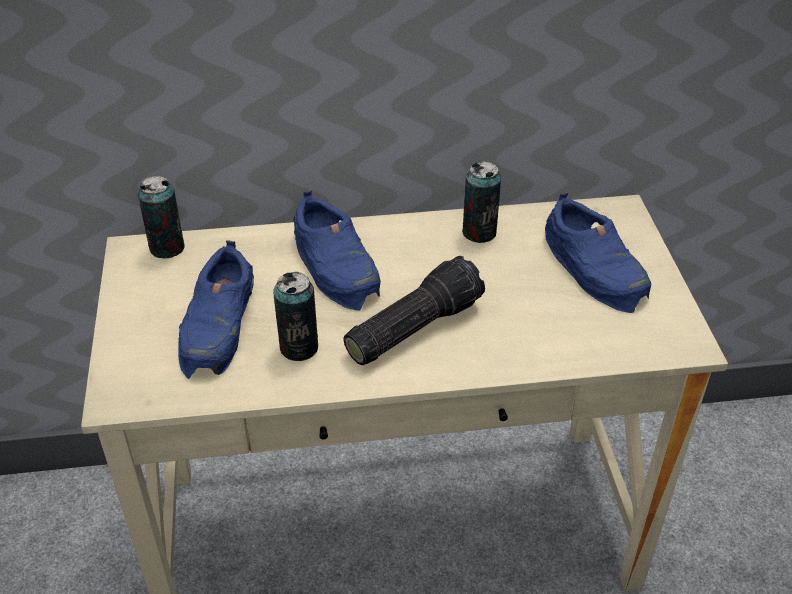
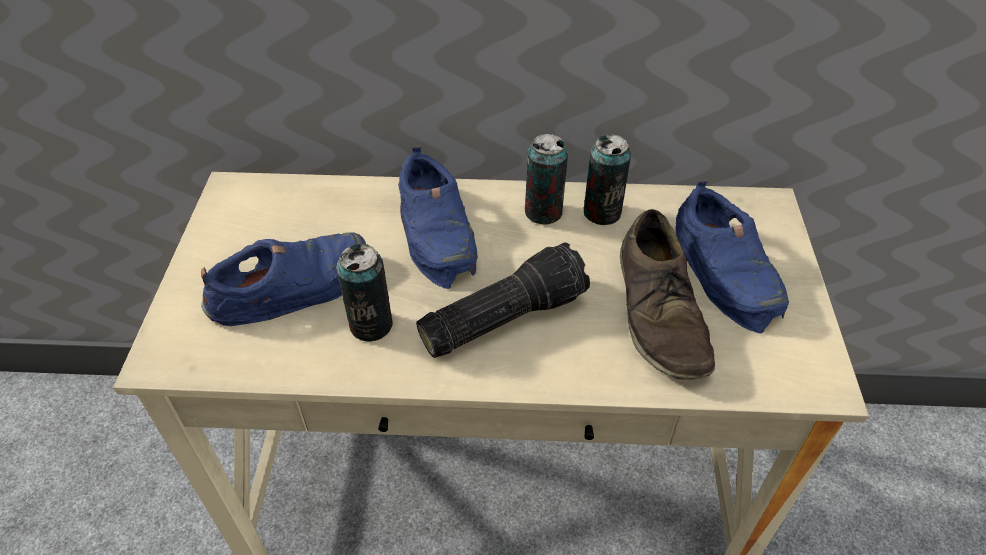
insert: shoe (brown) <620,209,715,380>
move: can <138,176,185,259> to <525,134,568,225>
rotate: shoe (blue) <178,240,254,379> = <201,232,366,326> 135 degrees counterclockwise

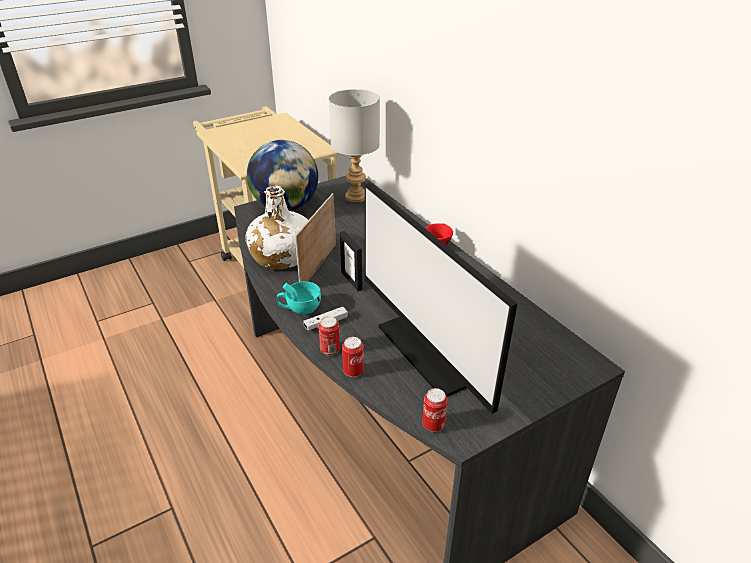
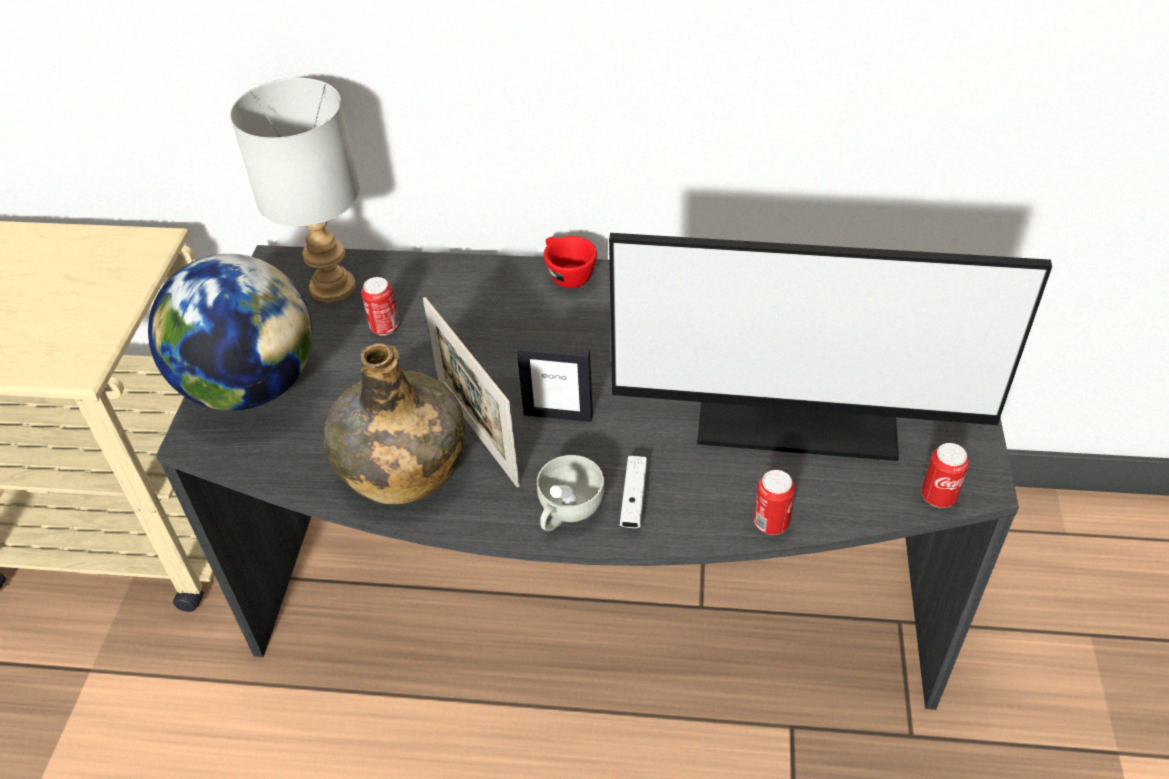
move: can <318,316,340,356> to <361,277,399,336>
recolor: bottle (white) <245,185,308,269> to bottle (green) <323,343,465,504>; cup (turquoise) <277,281,321,315> to cup (white) <537,455,604,531>

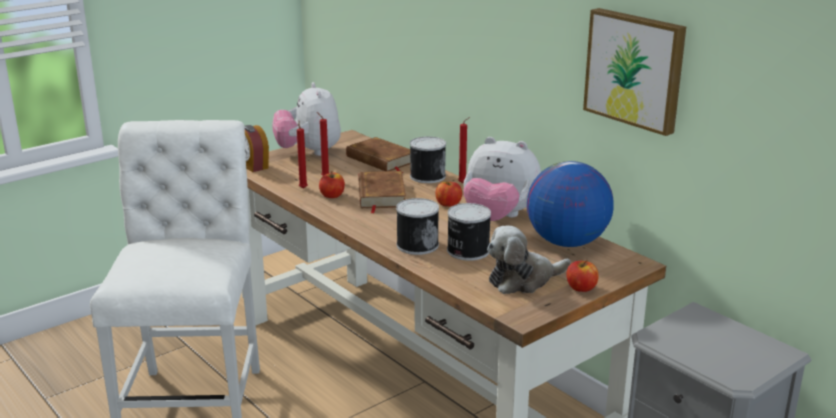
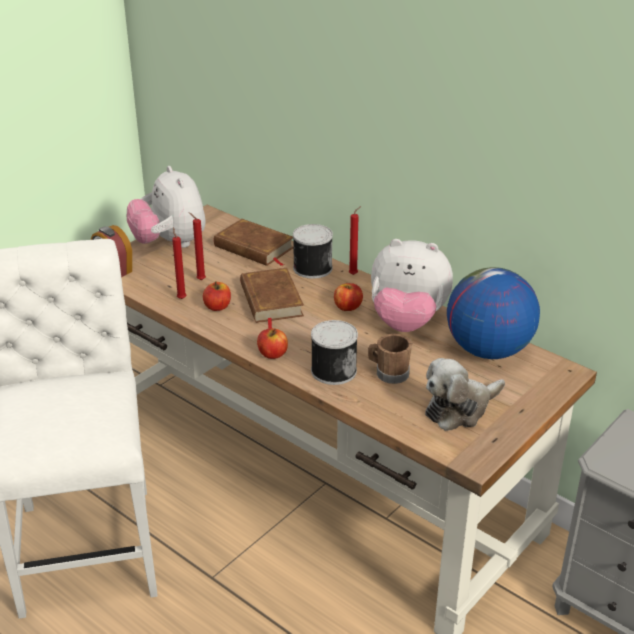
delete: picture <583,8,686,136>
move: apple <566,260,598,292> to <257,328,288,359>
replace: can <447,203,491,261> to mug (brown) <368,334,412,384>

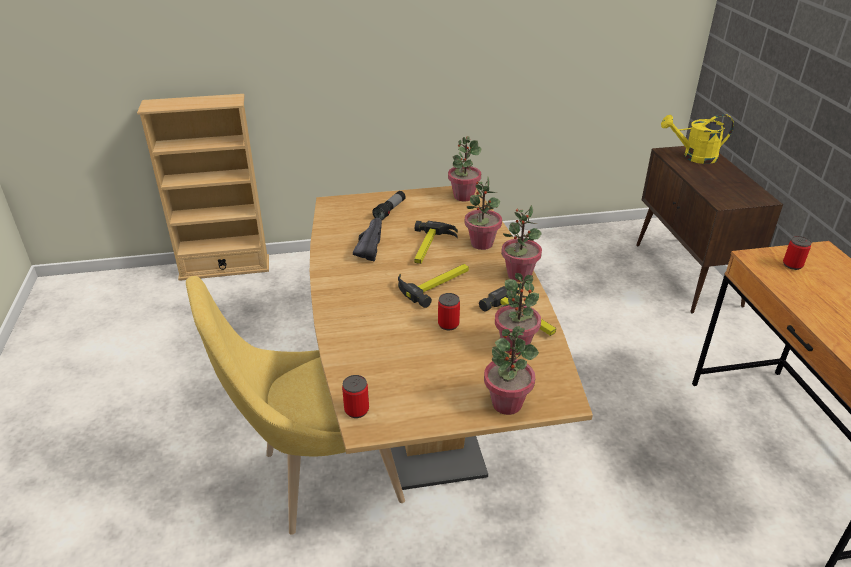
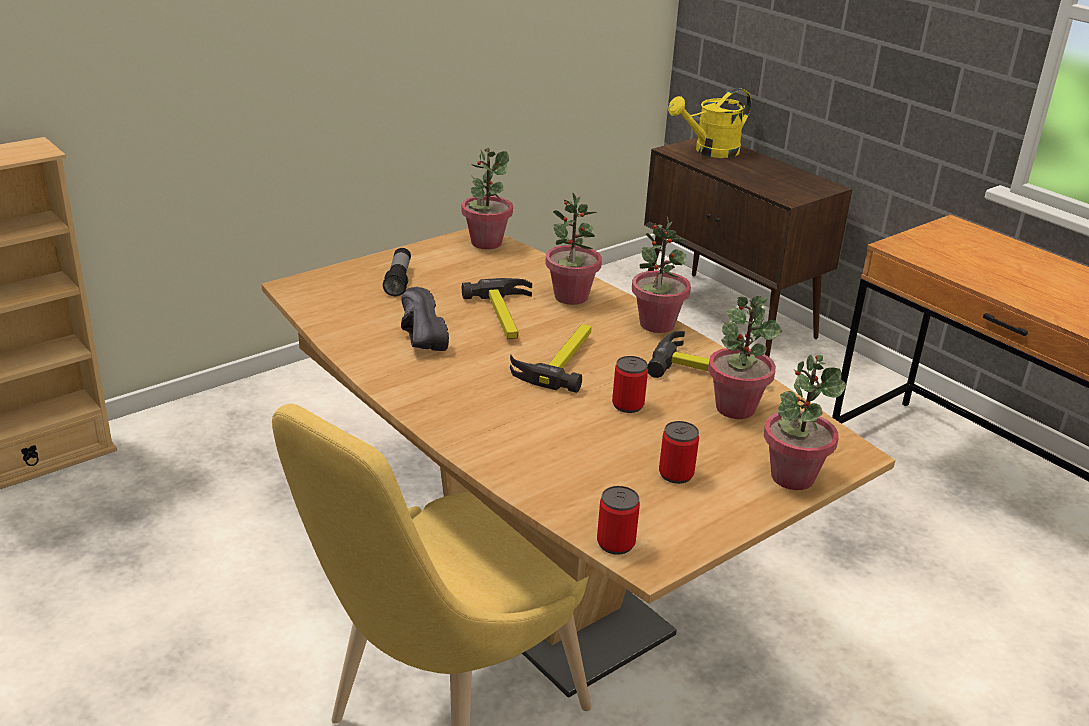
move: can <783,236,812,270> to <659,421,699,484>

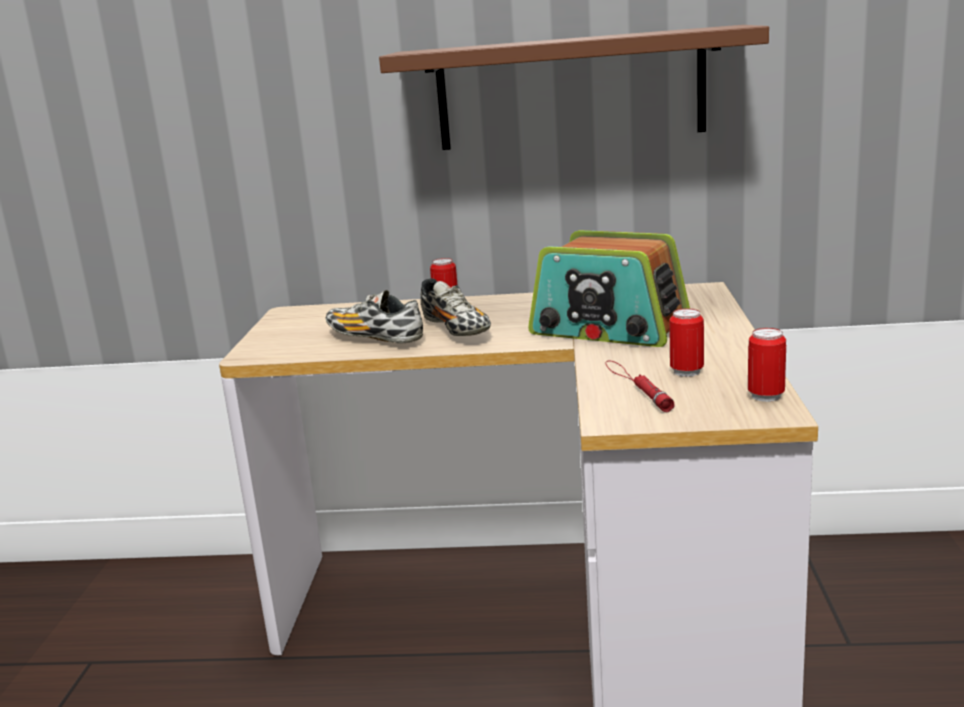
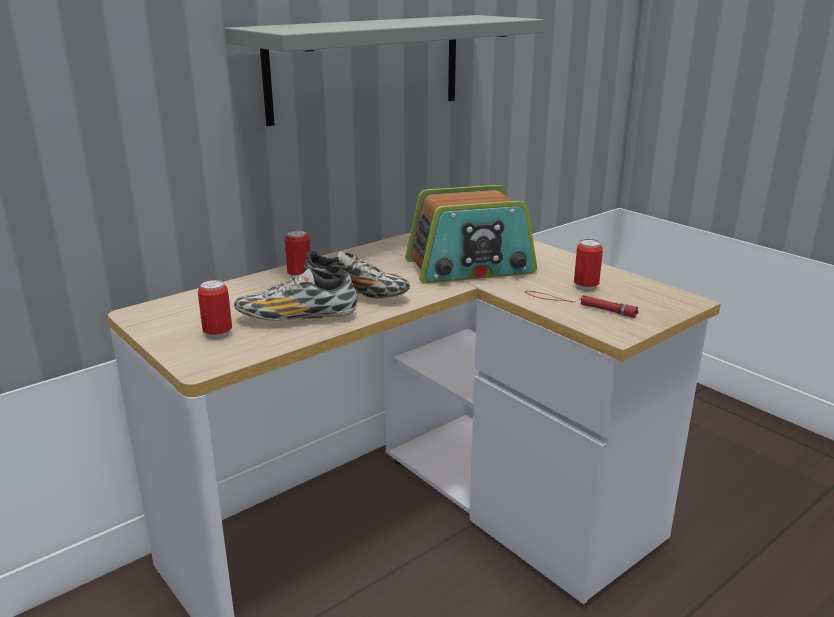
move: can <748,328,786,402> to <198,280,232,339>
recolor: shelf (brown) <379,25,769,150> to shelf (grey) <225,15,544,126>

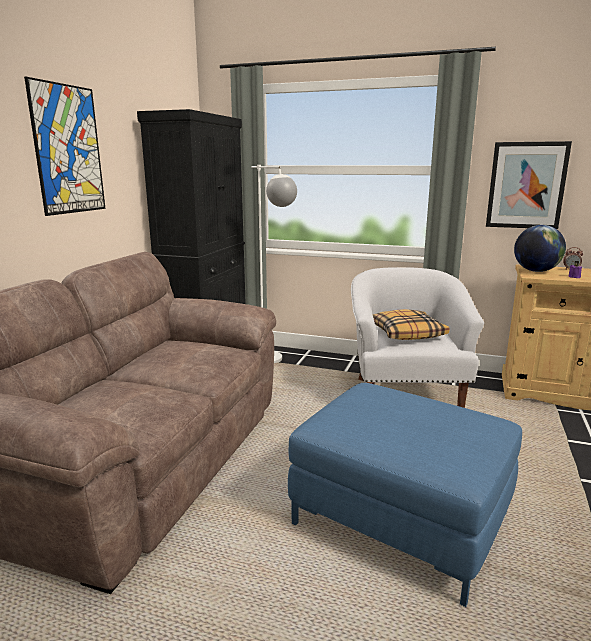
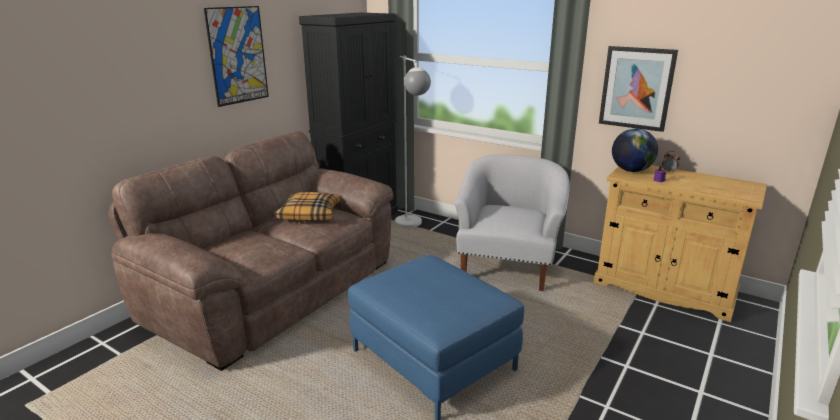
move: pillow <373,309,449,340> to <275,192,341,221>

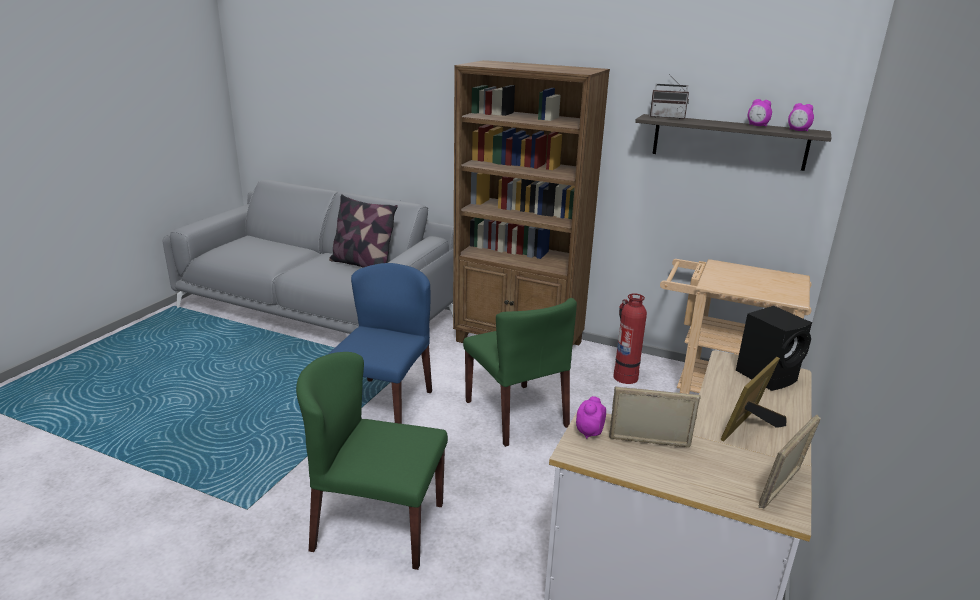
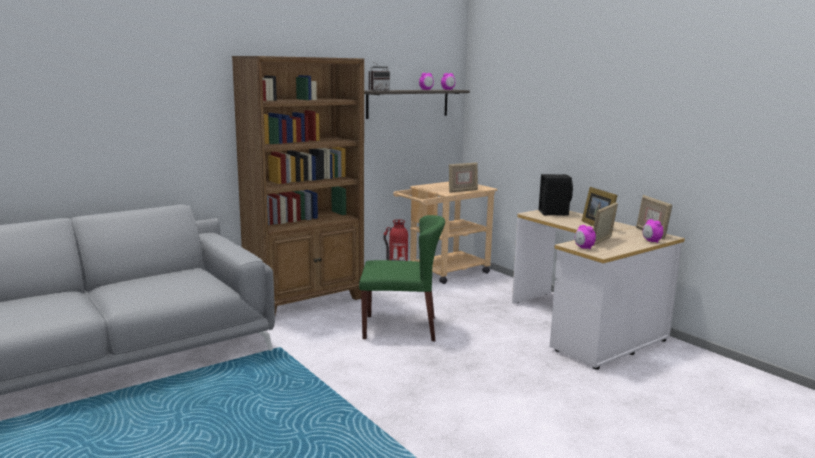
delete: pillow <329,194,398,268>; chair (blue) <329,263,432,424>; chair (green) <296,352,448,570>
insert: picture frame <449,162,478,193>; alarm clock <643,219,663,243>

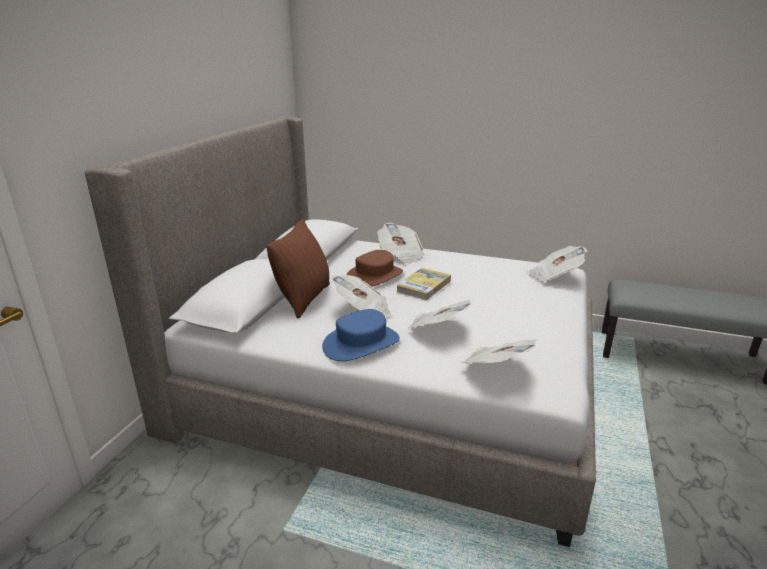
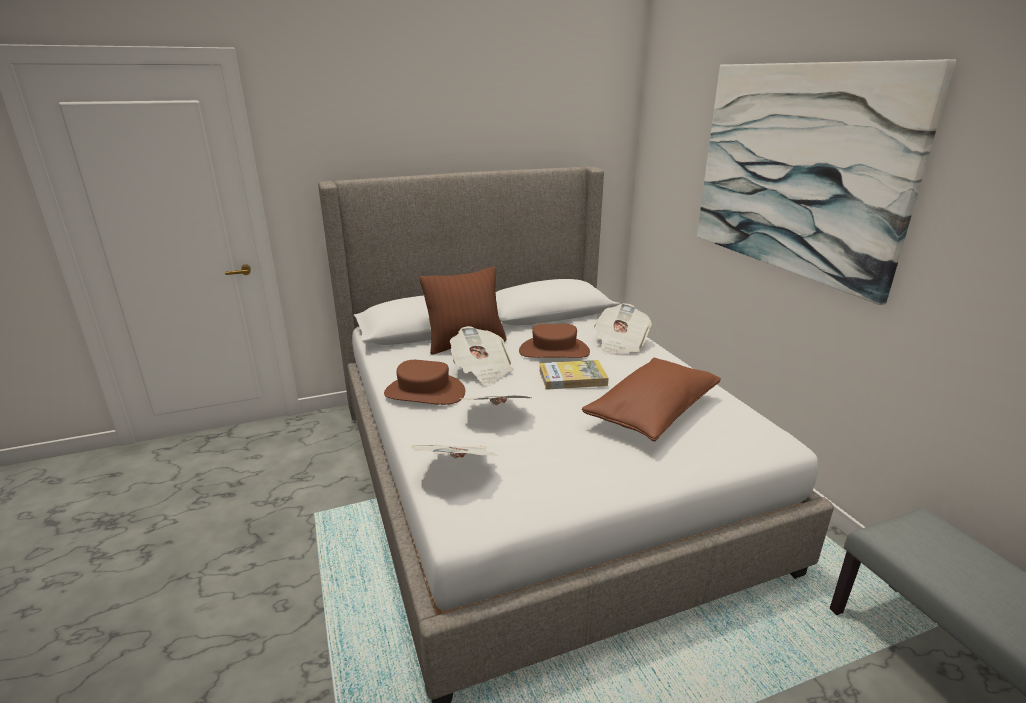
delete: newspaper <526,246,588,282>
insert: picture <697,59,956,305>; pillow (brown) <582,358,721,442>
recolor: hat (blue) <322,309,400,361> to hat (brown) <384,360,465,405>

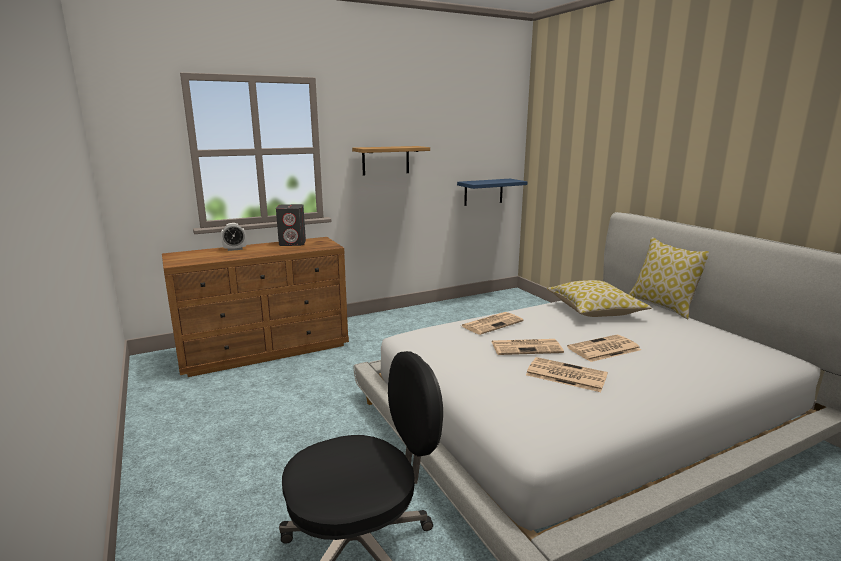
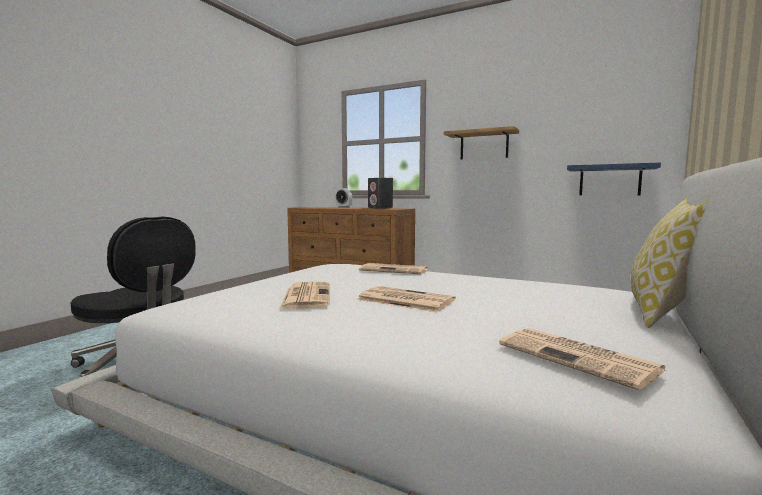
delete: pillow <547,280,652,317>
move: newspaper <492,339,564,355> to <499,328,666,391>

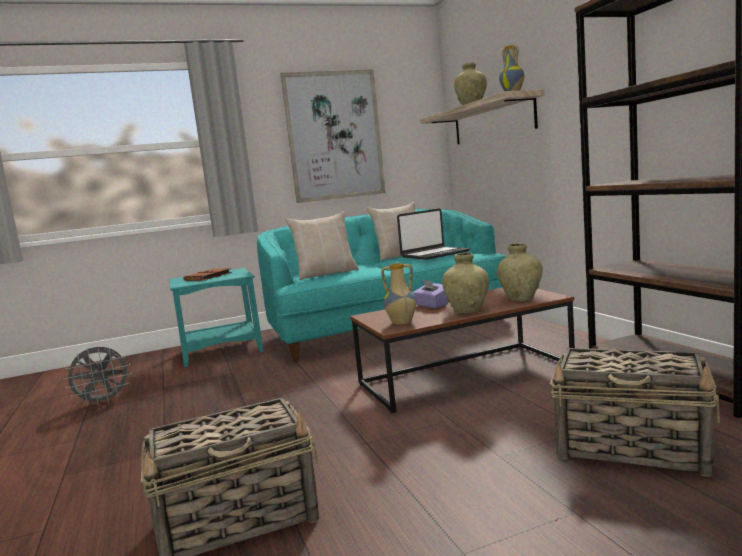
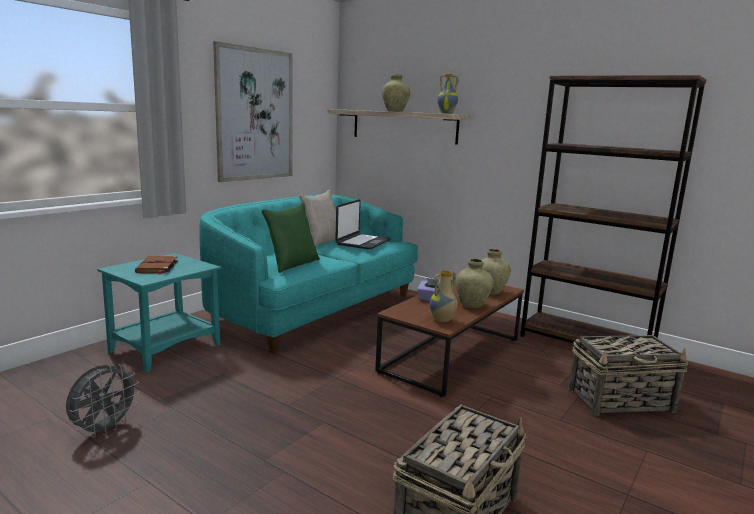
recolor: pillow (beige) <285,212,359,280> to pillow (green) <261,202,320,273>

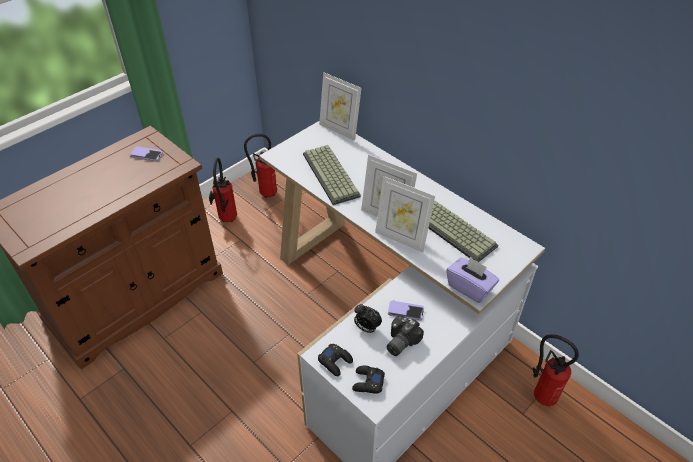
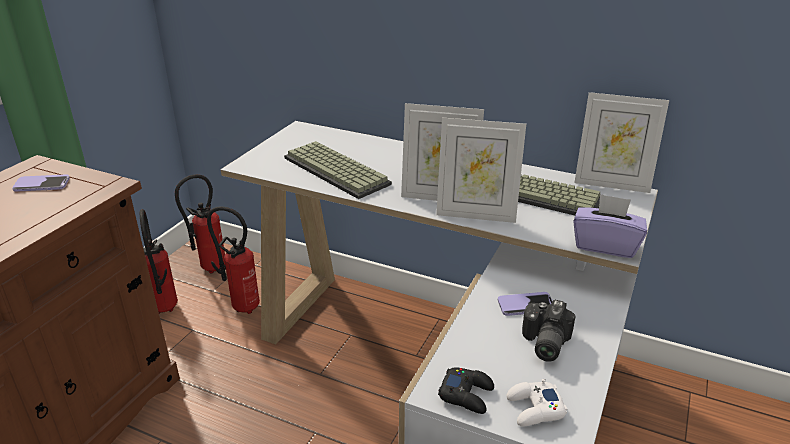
delete: alarm clock <354,304,382,333>
move: picture frame <319,72,362,141> to <574,92,669,193>; fire extinguisher <533,334,579,406> to <207,206,260,314>
recolor: game controller (black) <352,366,385,394> to game controller (white) <506,379,567,427>

